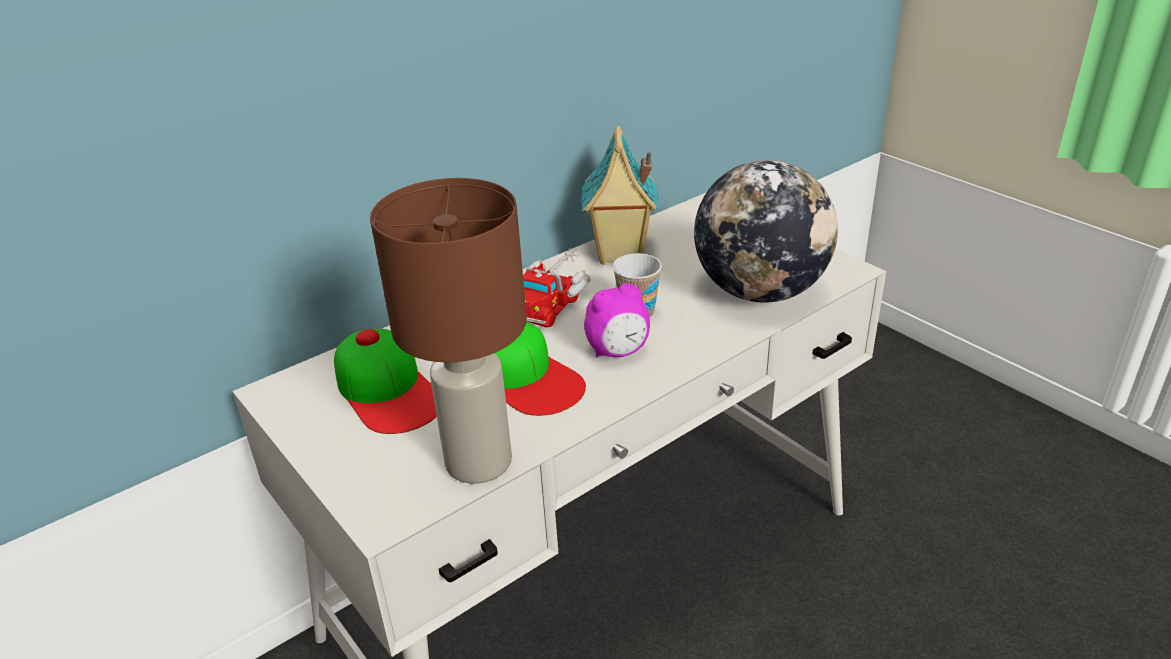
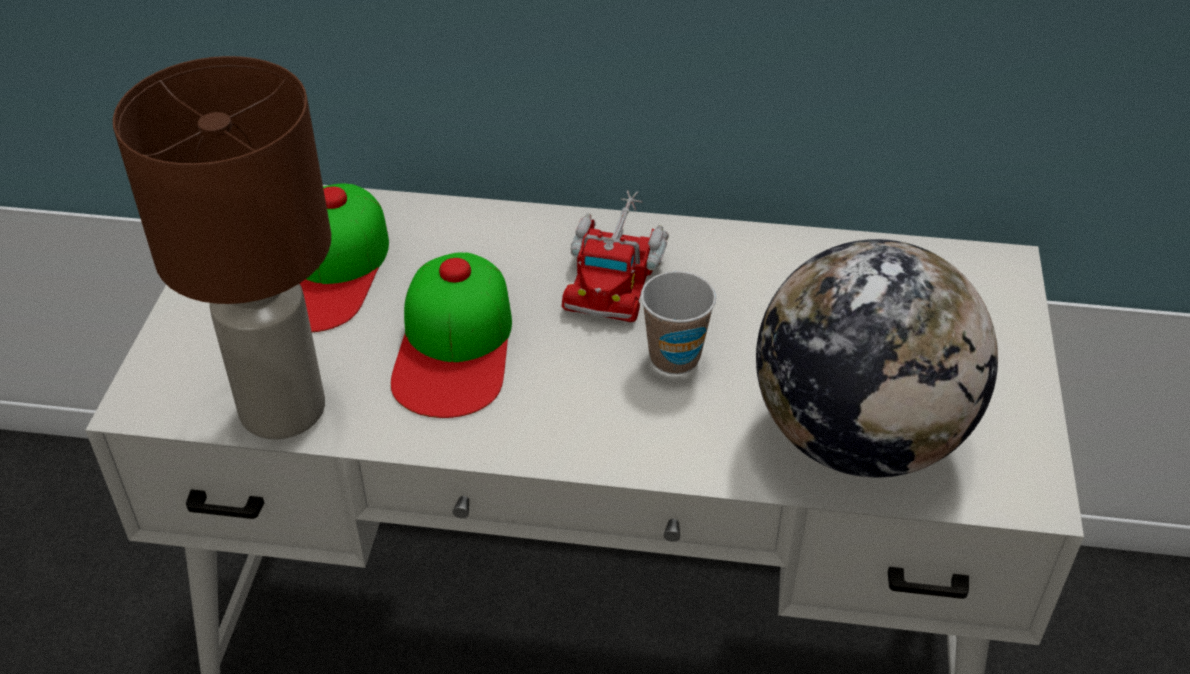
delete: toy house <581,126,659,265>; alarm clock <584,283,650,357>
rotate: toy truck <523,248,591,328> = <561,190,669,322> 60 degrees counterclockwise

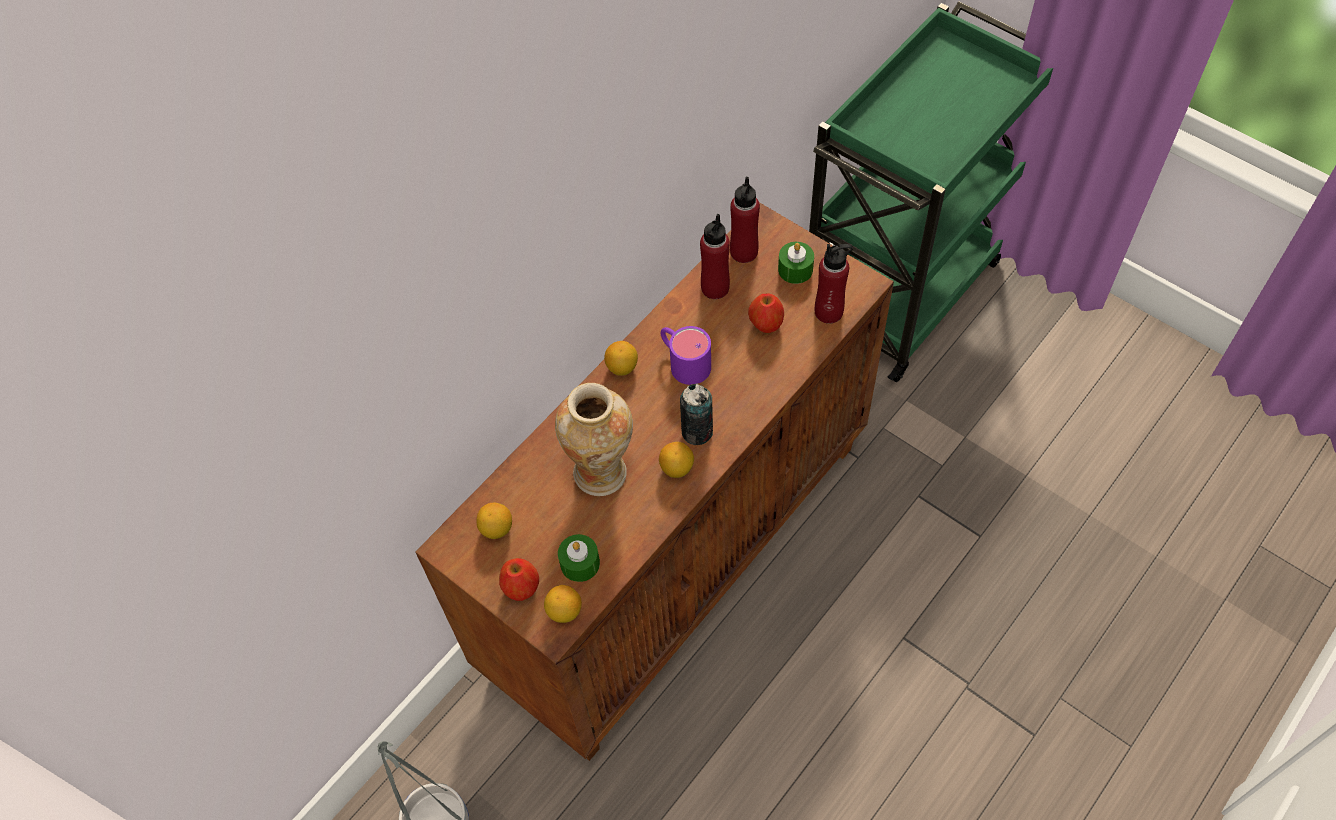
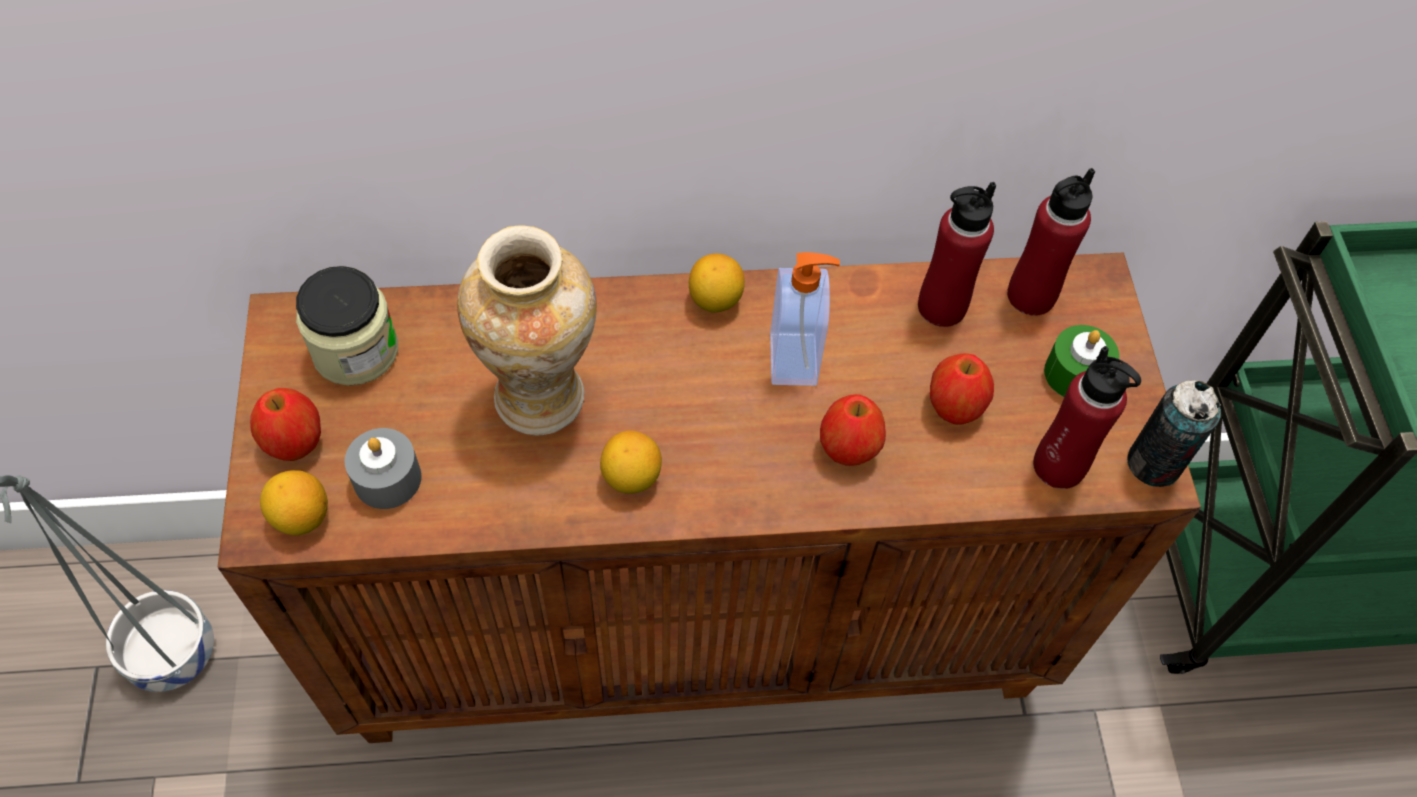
insert: apple <820,394,886,466>
move: can <680,384,713,445> to <1127,380,1221,487>
replace: mug (purple) <660,326,711,385> to soap dispenser <770,252,840,386>; lemon <476,503,512,539> to jar <296,266,398,386>
recolor: candle (green) <558,534,600,582> to candle (grey) <345,428,421,509>

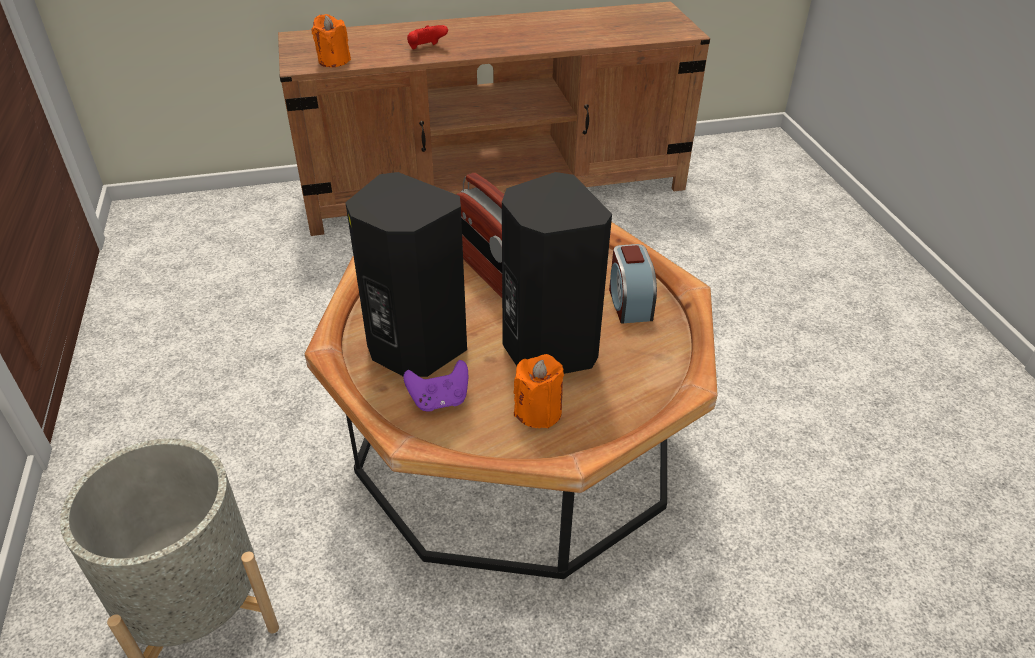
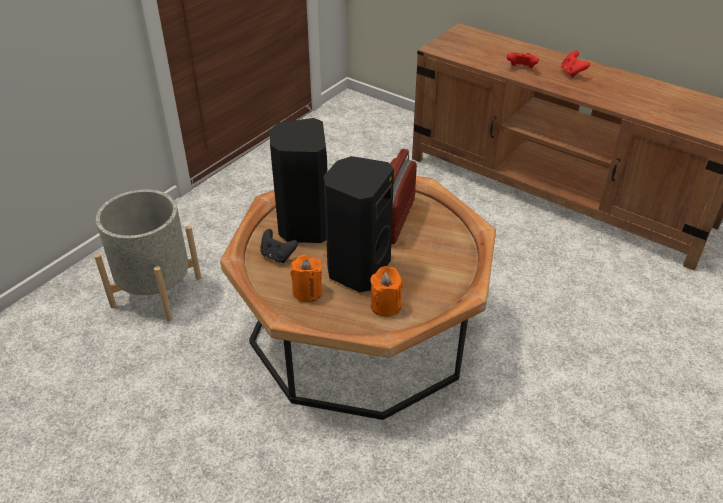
delete: alarm clock <609,244,657,324>
insert: game controller (red) <561,50,590,78>
move: candle (orange) <311,14,351,67> to <370,266,403,317>
recolor: game controller (purple) <403,360,468,411> to game controller (black) <260,229,298,263>

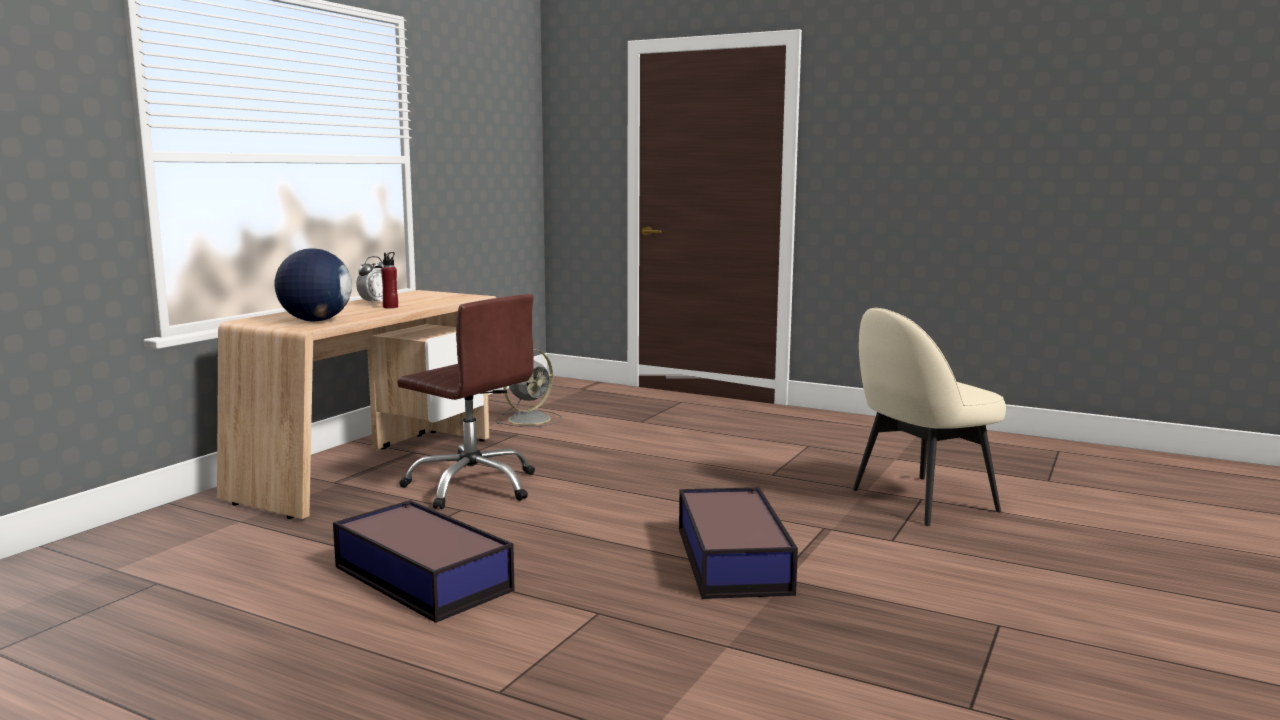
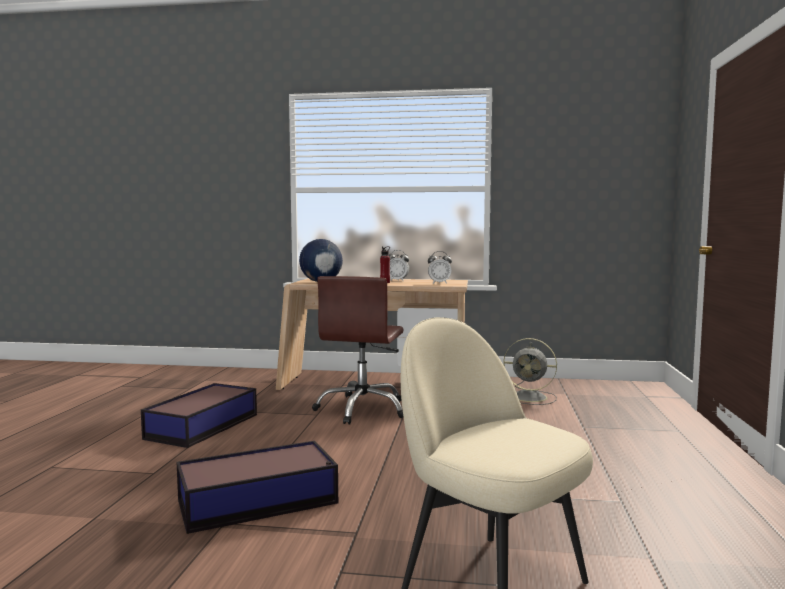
insert: alarm clock <428,251,452,284>

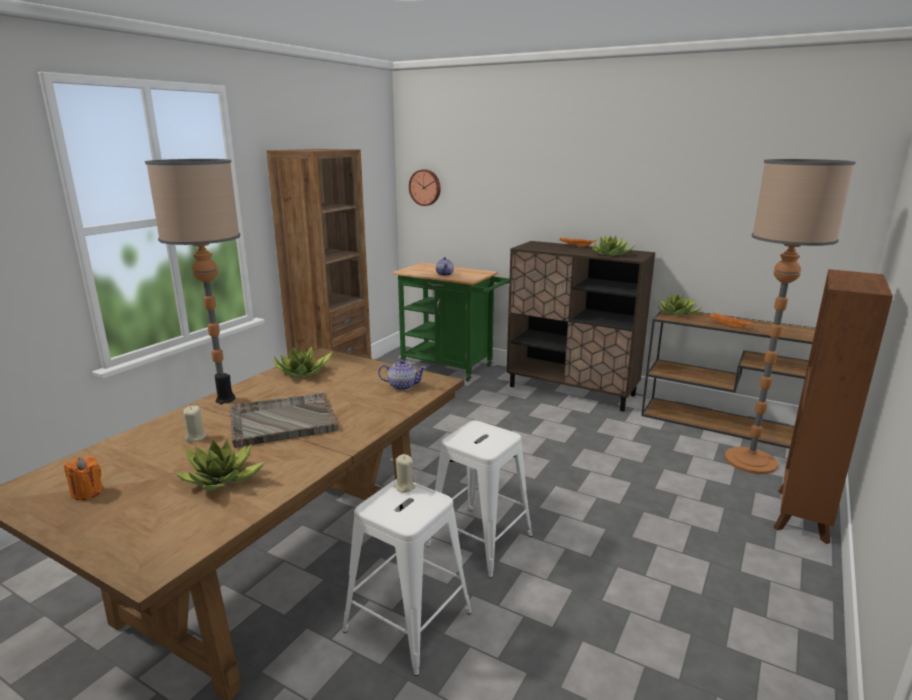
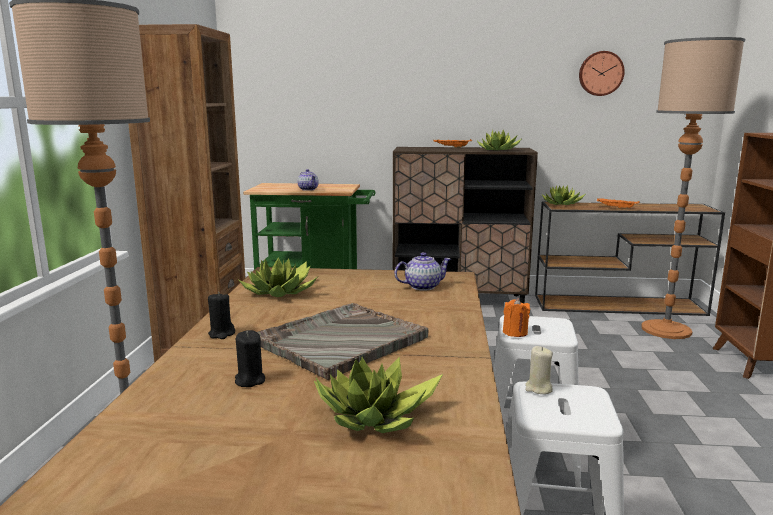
move: wall clock <409,169,441,206> to <579,51,625,96>; candle (orange) <64,456,103,500> to <503,298,530,337>
recolor: candle (beige) <184,405,206,442> to candle (black) <235,330,265,387>

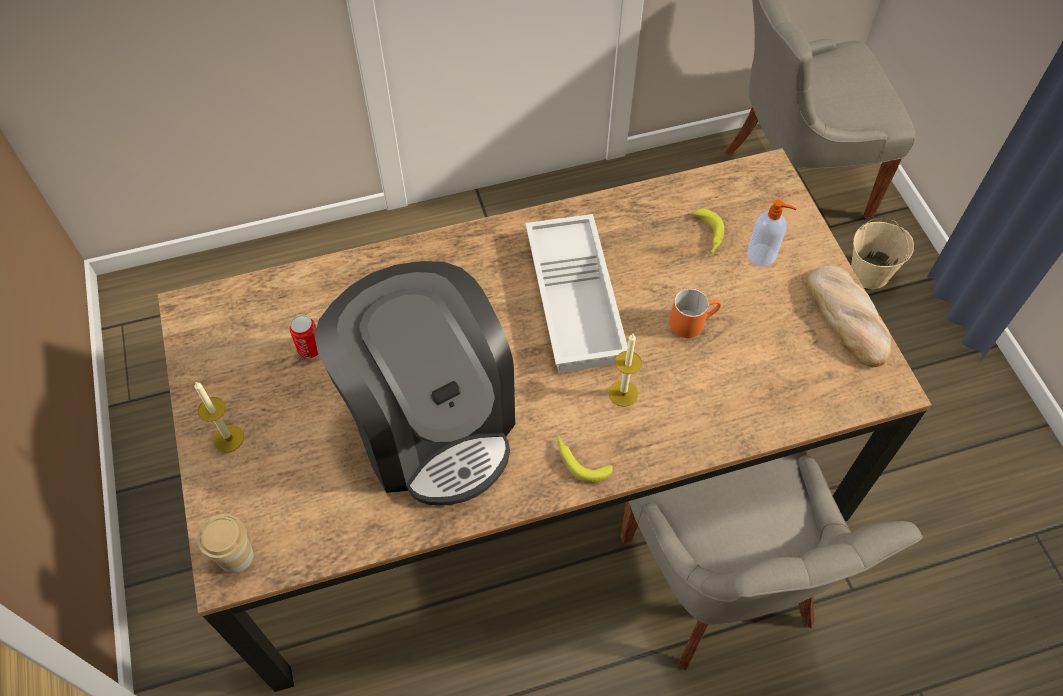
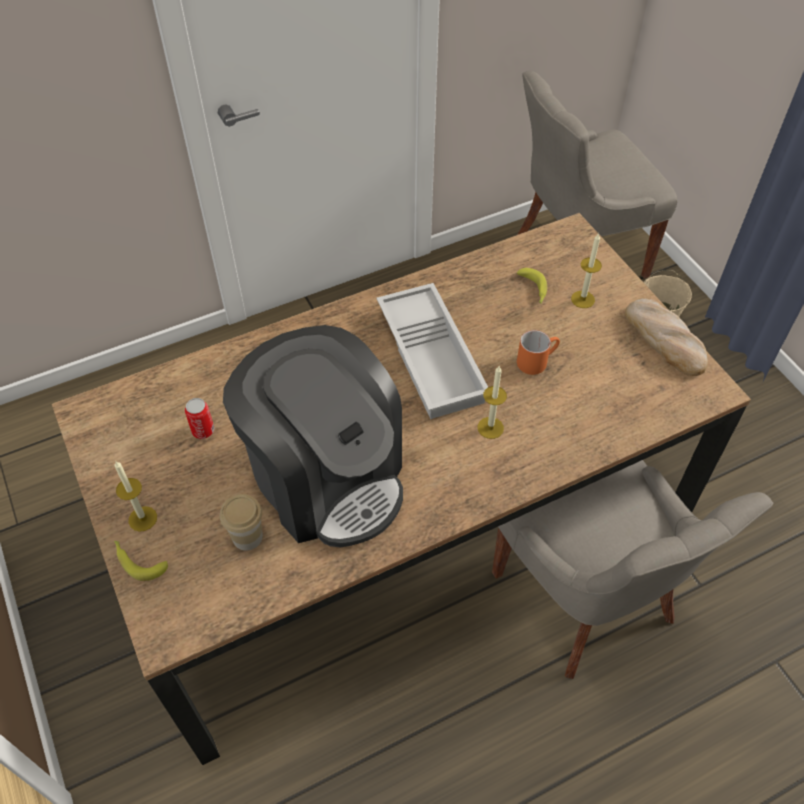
move: banana <556,435,613,483> to <114,541,168,581>; cup <197,514,254,573> to <220,494,263,551>
replace: soap dispenser <747,200,796,266> to candle <571,233,602,308>

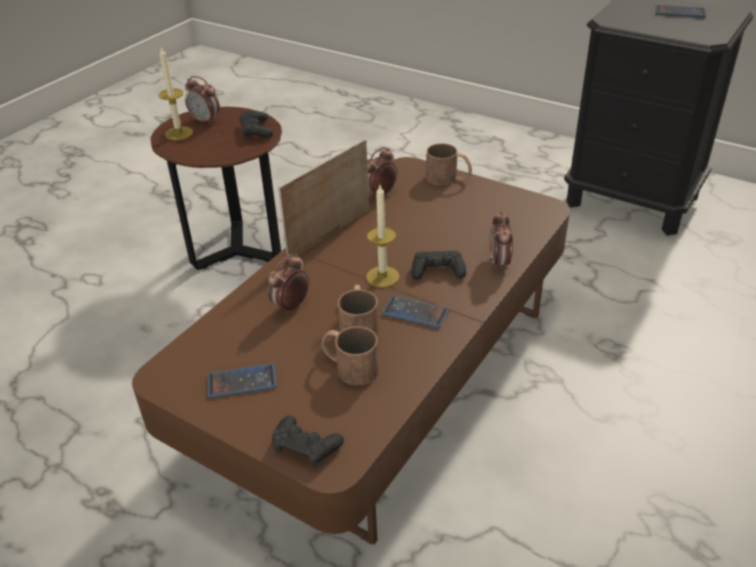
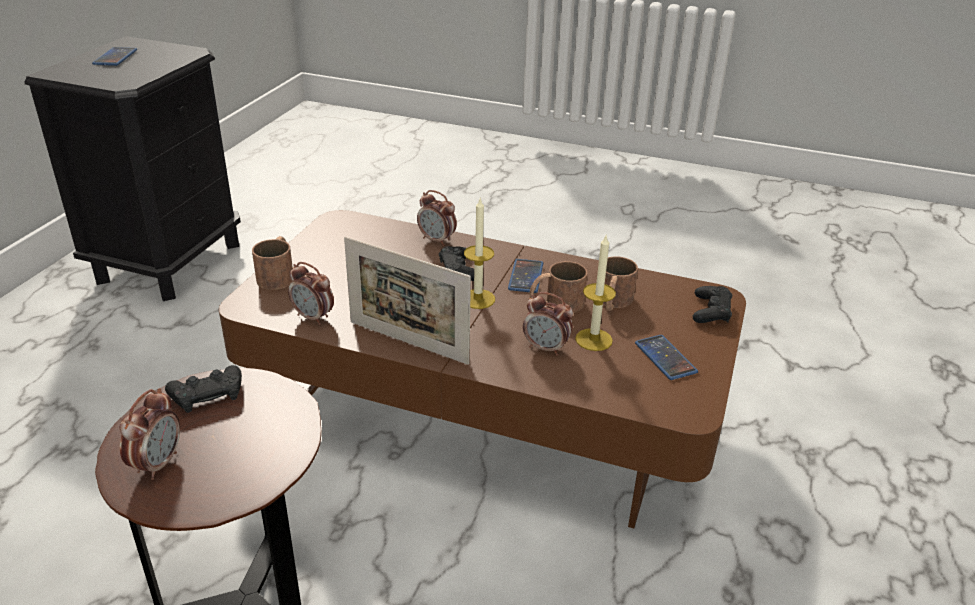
move: candle <159,48,193,140> to <575,236,616,351>
rotate: alarm clock <490,211,513,271> = <417,190,457,246> 45 degrees clockwise

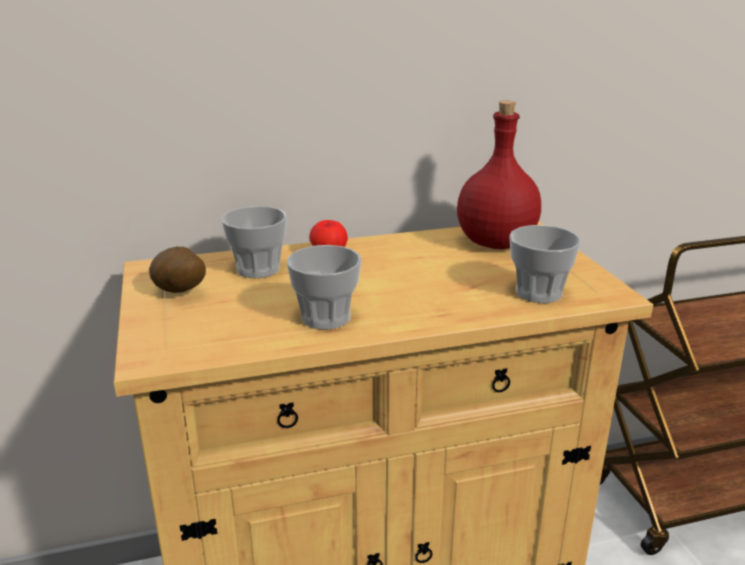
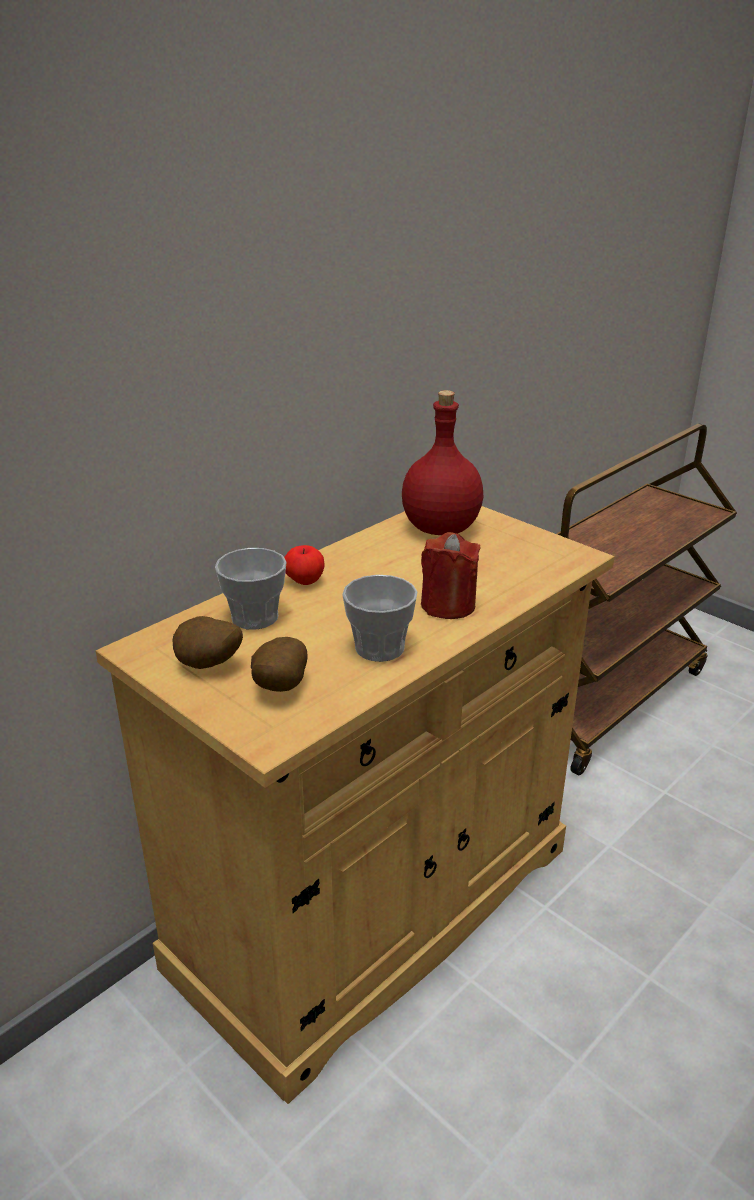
delete: cup <509,225,581,303>
insert: candle (red) <421,532,481,619>; potato <251,637,307,692>

